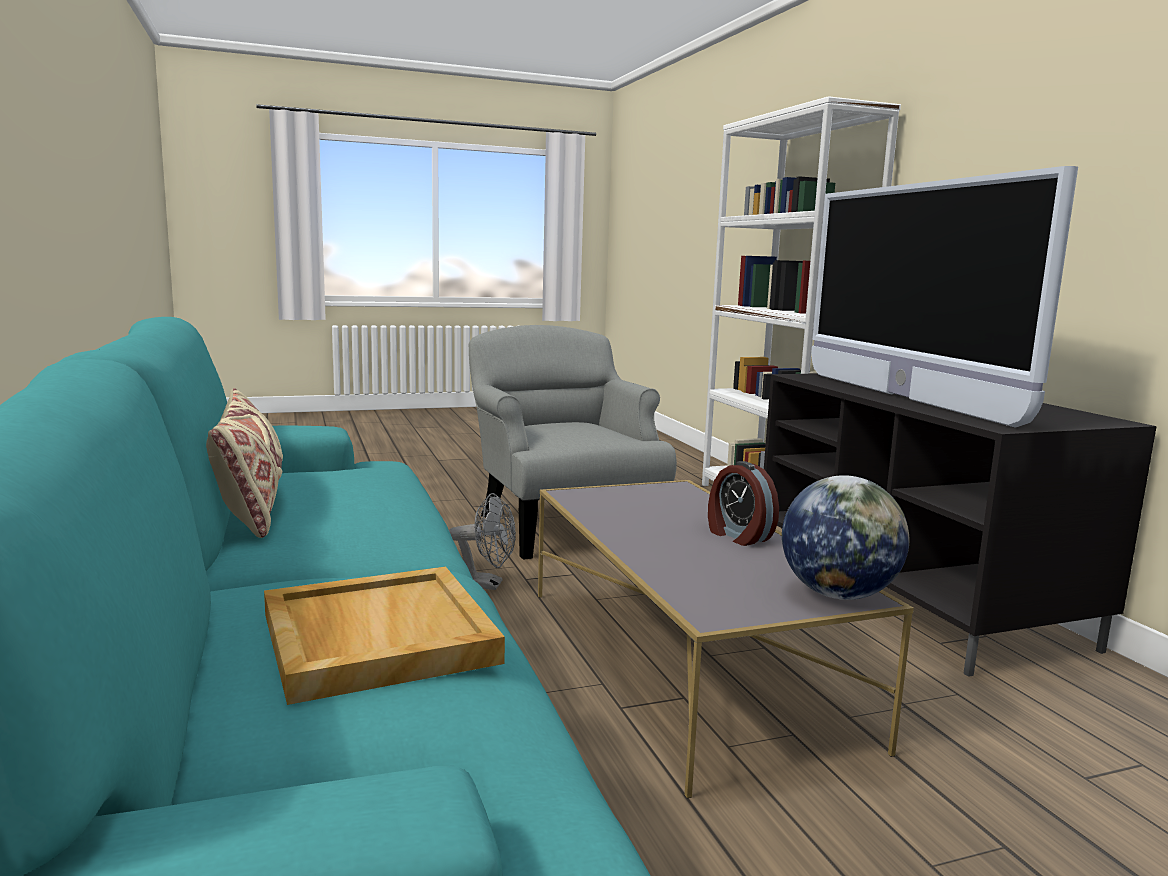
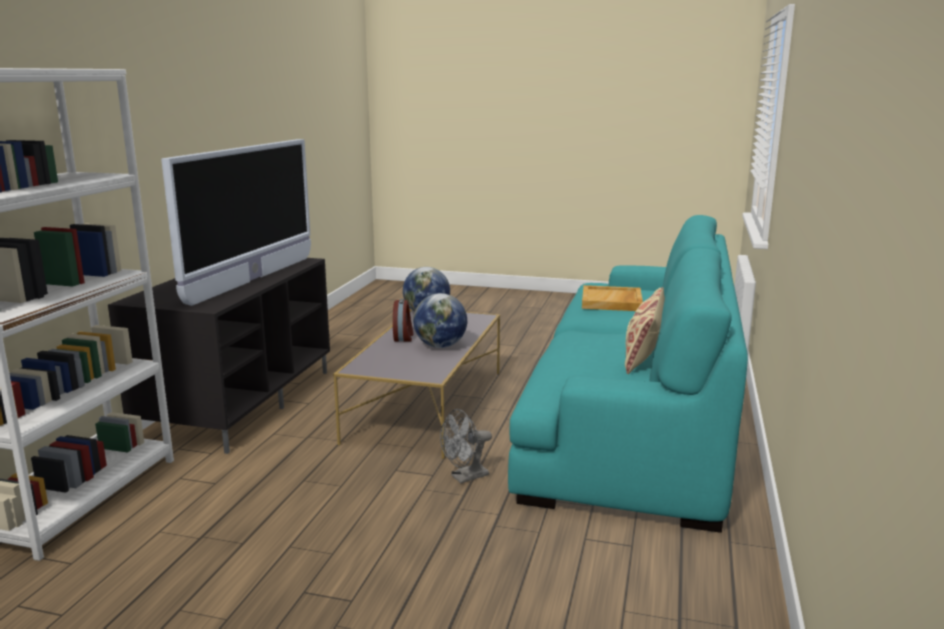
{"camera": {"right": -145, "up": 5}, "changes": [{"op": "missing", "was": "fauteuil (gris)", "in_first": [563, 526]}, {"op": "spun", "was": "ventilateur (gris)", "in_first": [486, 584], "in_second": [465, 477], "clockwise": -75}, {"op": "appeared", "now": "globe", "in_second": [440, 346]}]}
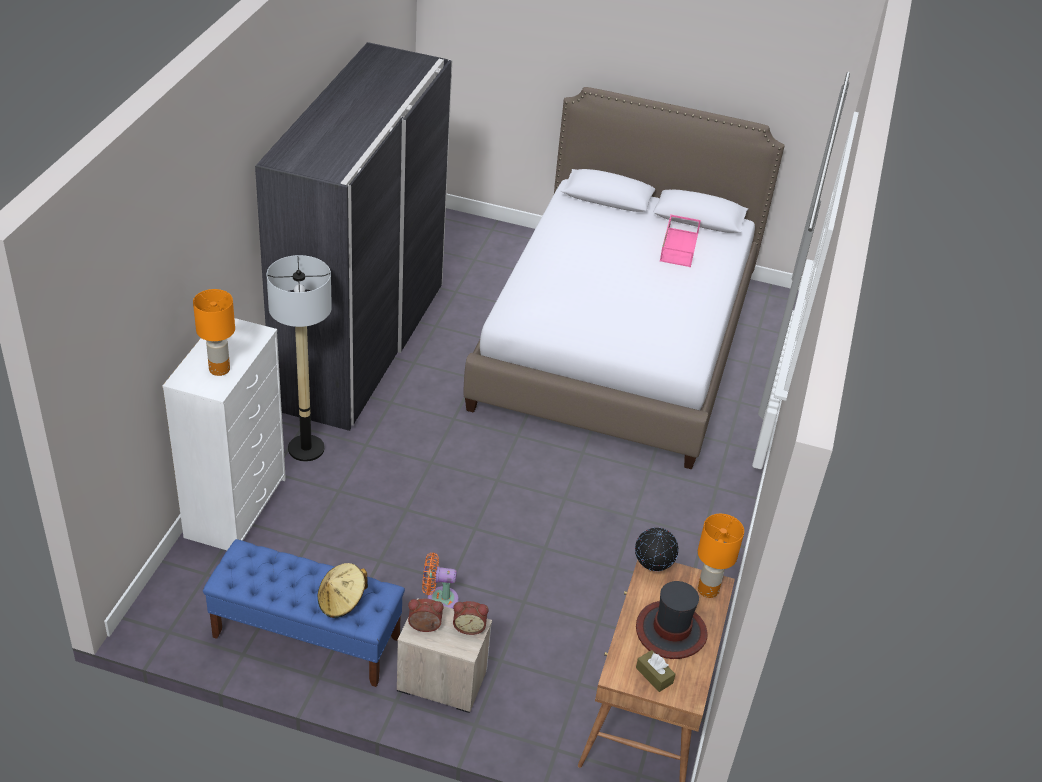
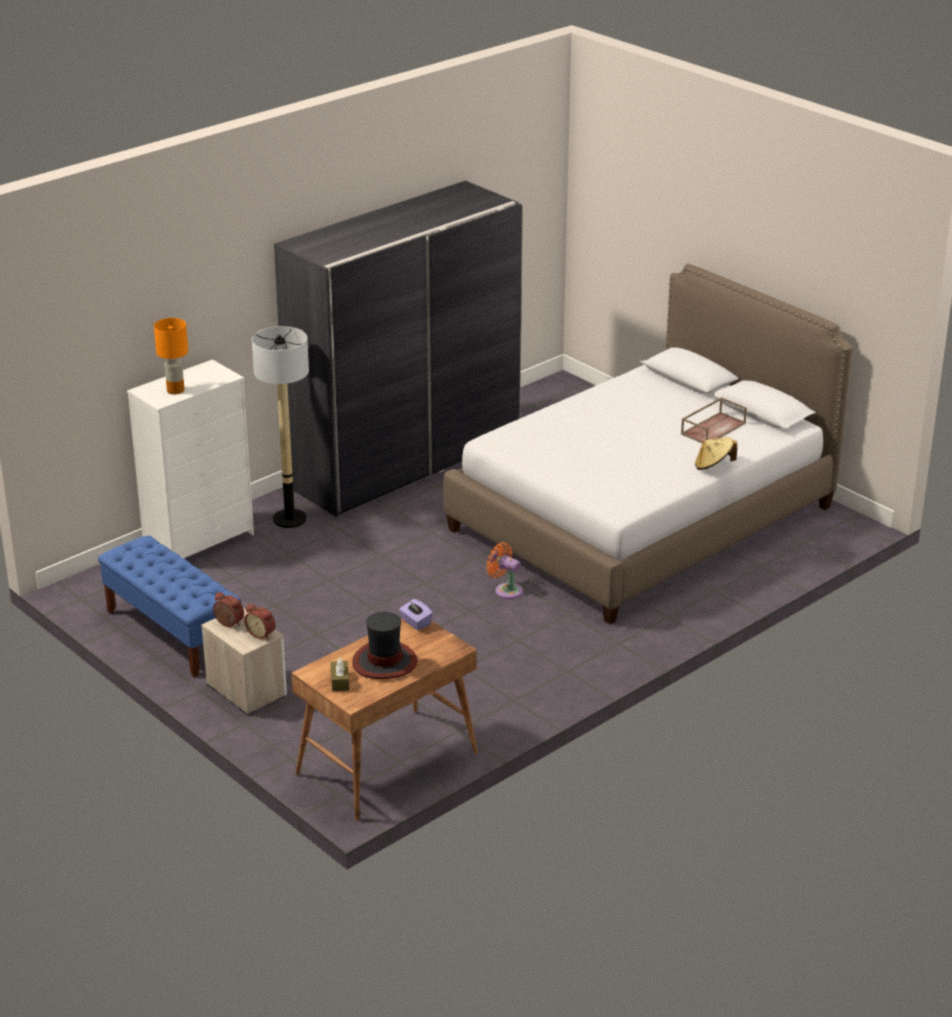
{"camera": {"right": 35, "up": -10}, "changes": [{"op": "colour", "was": "plateau (rose)", "now": "plateau (marron)", "in_first": [678, 247], "in_second": [713, 428]}, {"op": "missing", "was": "lampe de table (orange)", "in_first": [708, 590]}, {"op": "exchanged", "was": "globe", "now": "boîte à mouchoirs (violet)", "in_first": [652, 568], "in_second": [416, 622]}, {"op": "relocated", "was": "ventilateur (orange)", "in_first": [439, 599], "in_second": [506, 590]}, {"op": "relocated", "was": "chapeau (beige)", "in_first": [341, 601], "in_second": [713, 466]}]}
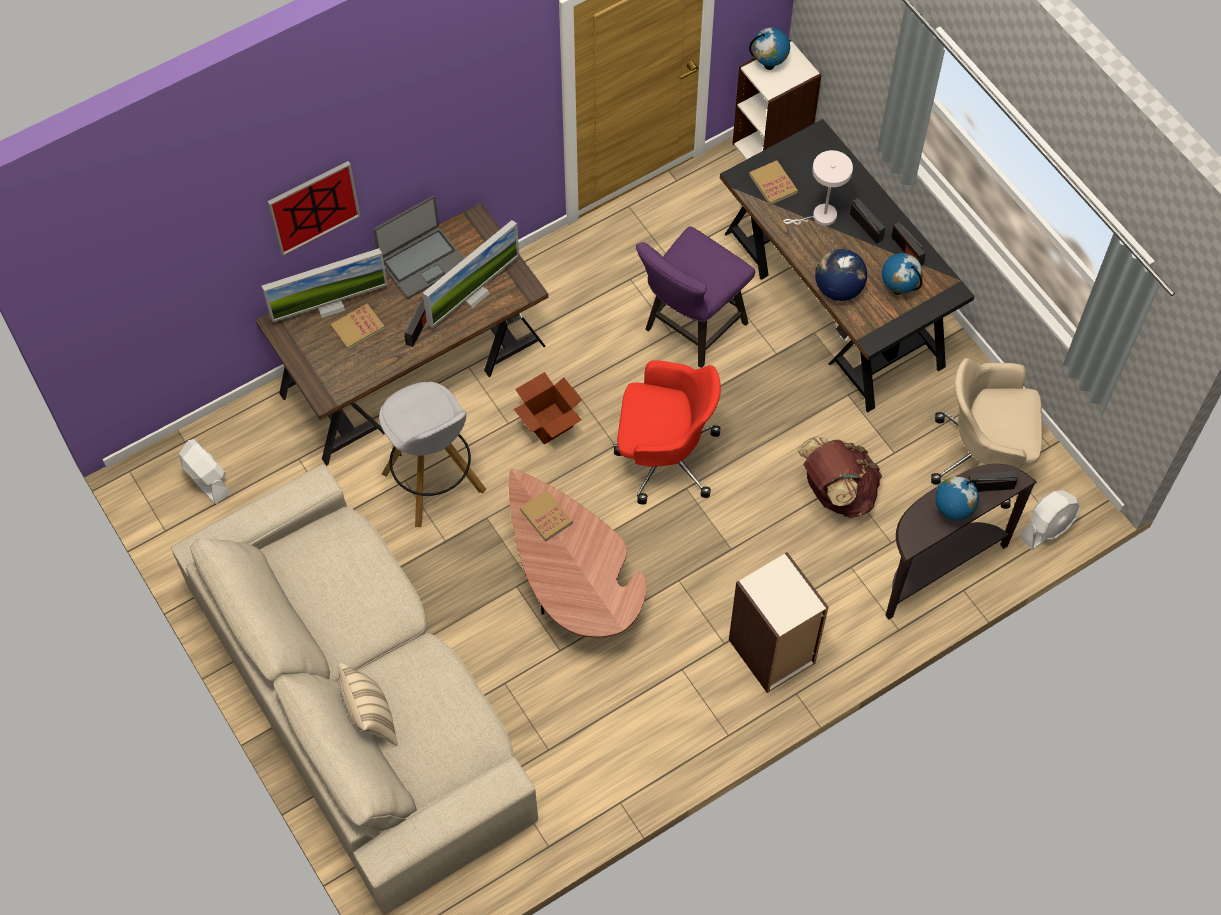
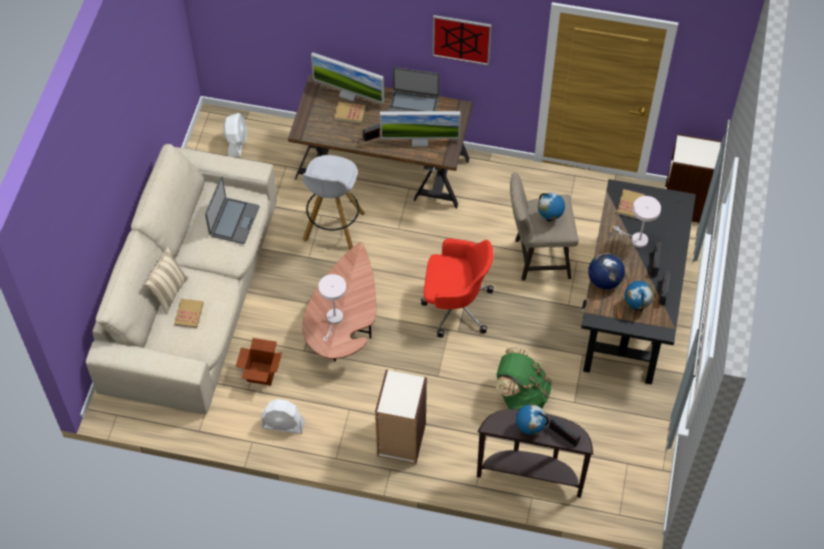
{"camera": {"right": 45, "up": -5}, "changes": [{"op": "relocated", "was": "globe", "in_first": [769, 65], "in_second": [549, 218]}, {"op": "relocated", "was": "tableau", "in_first": [313, 207], "in_second": [461, 39]}, {"op": "colour", "was": "tabouret (violet)", "now": "tabouret (beige)", "in_first": [690, 330], "in_second": [537, 258]}, {"op": "missing", "was": "chaise de bureau (beige)", "in_first": [983, 456]}, {"op": "spun", "was": "chaise de bureau (rouge)", "in_first": [664, 456], "in_second": [455, 306], "clockwise": -45}, {"op": "relocated", "was": "carton", "in_first": [549, 423], "in_second": [261, 373]}, {"op": "colour", "was": "sac à dos (marron)", "now": "sac à dos (vert)", "in_first": [836, 492], "in_second": [521, 395]}, {"op": "relocated", "was": "livre", "in_first": [546, 516], "in_second": [189, 314]}, {"op": "relocated", "was": "ventilateur (blanc)", "in_first": [1047, 527], "in_second": [283, 425]}, {"op": "appeared", "now": "ordinateur portable", "in_second": [234, 221]}, {"op": "appeared", "now": "lampe de table (blanc)", "in_second": [334, 320]}]}
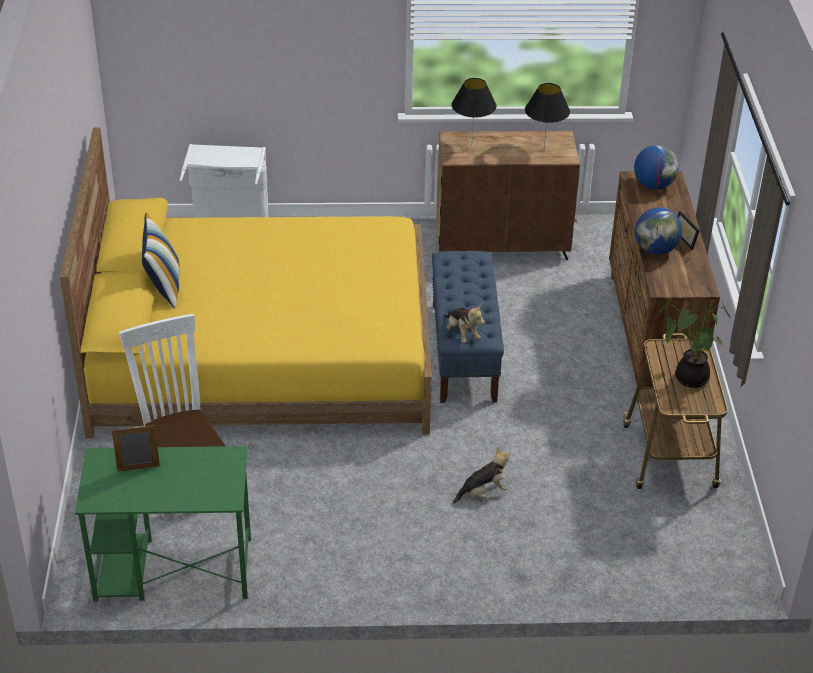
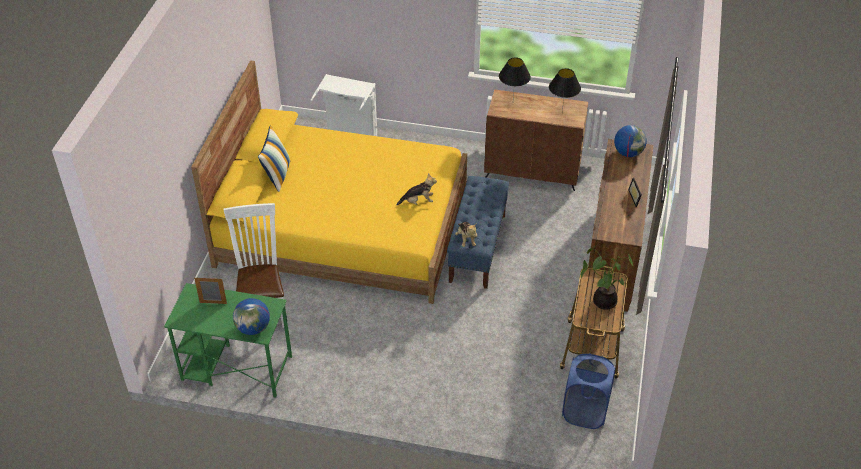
{"camera": {"right": 15, "up": 5}, "changes": [{"op": "relocated", "was": "globe", "in_first": [656, 249], "in_second": [253, 328]}, {"op": "relocated", "was": "peluche", "in_first": [483, 492], "in_second": [418, 201]}, {"op": "appeared", "now": "panier à linge (bleu)", "in_second": [585, 412]}]}
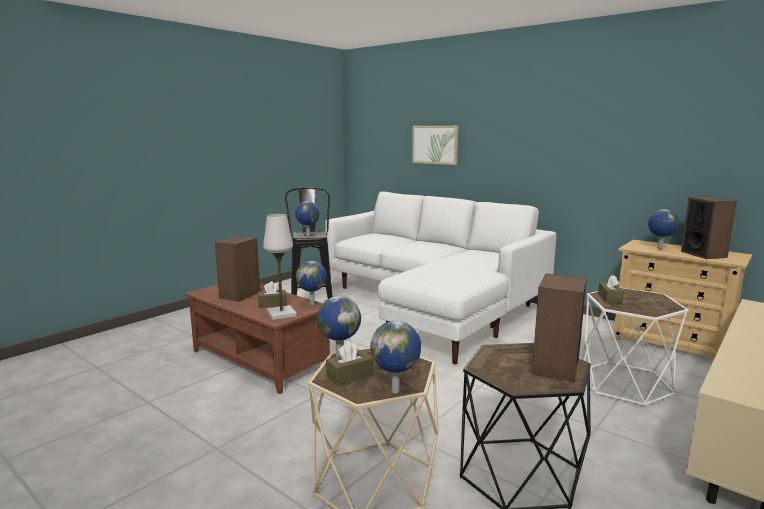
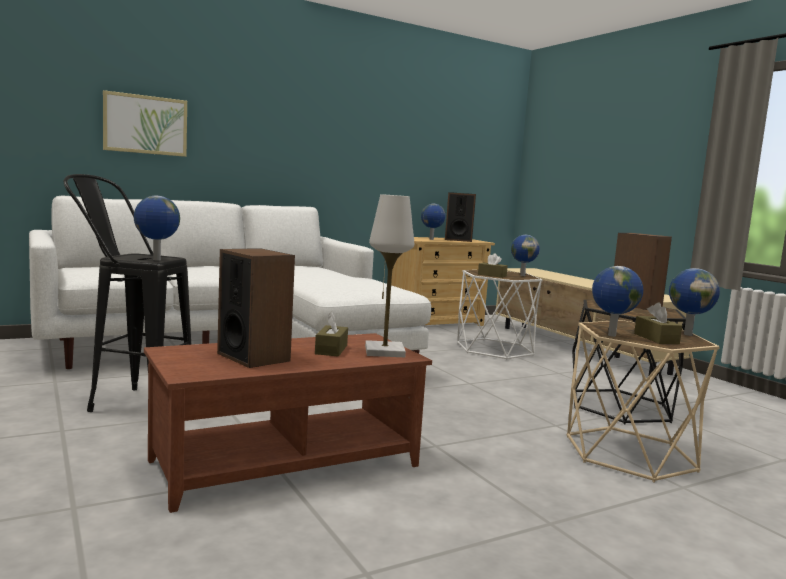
{"camera": {"right": -70, "up": -5}, "changes": [{"op": "relocated", "was": "globe", "in_first": [312, 304], "in_second": [522, 275]}]}
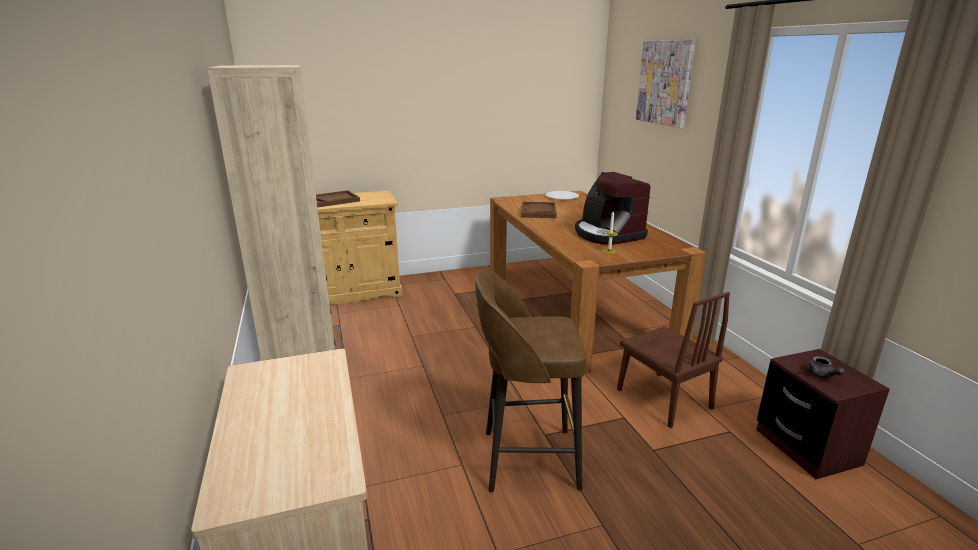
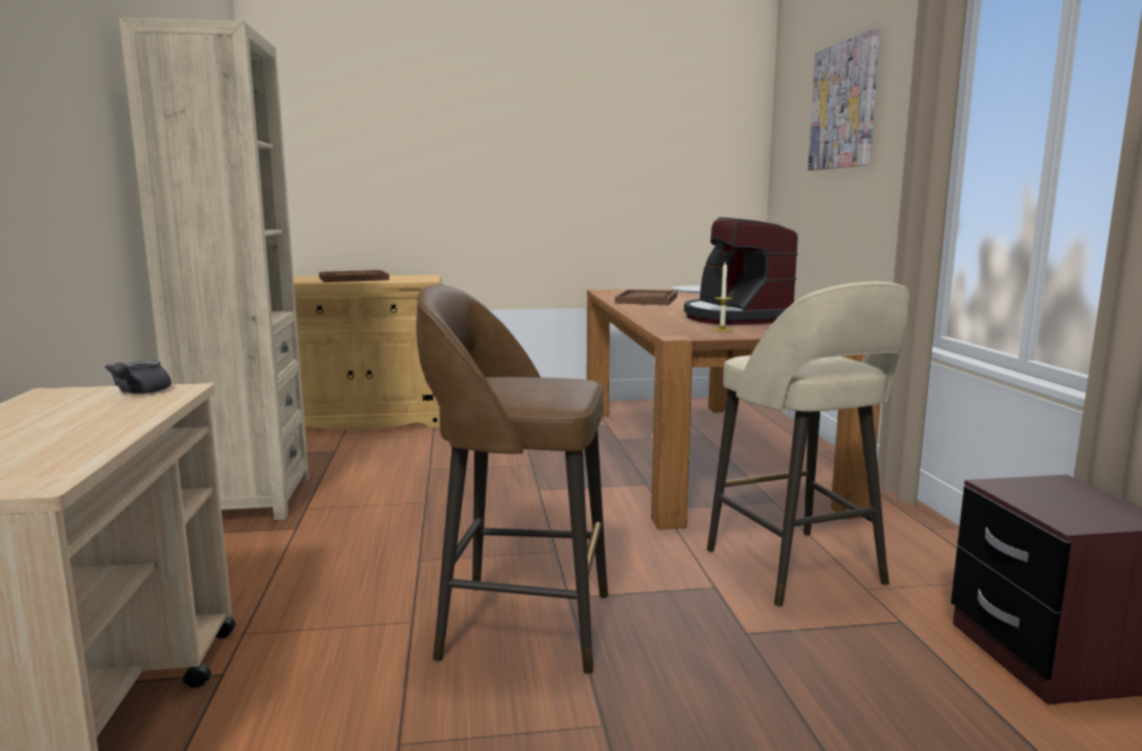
{"camera": {"right": 10, "up": -10}, "changes": [{"op": "exchanged", "was": "chaise (marron)", "now": "tabouret (beige)", "in_first": [663, 398], "in_second": [797, 569]}, {"op": "relocated", "was": "théière (gris)", "in_first": [821, 375], "in_second": [140, 392]}]}
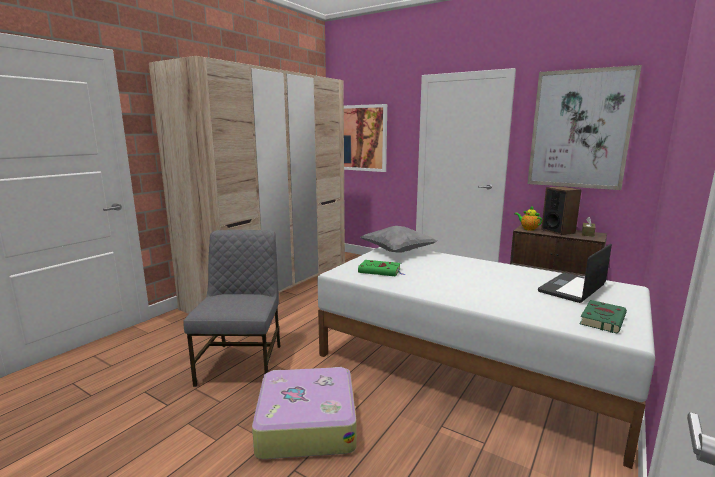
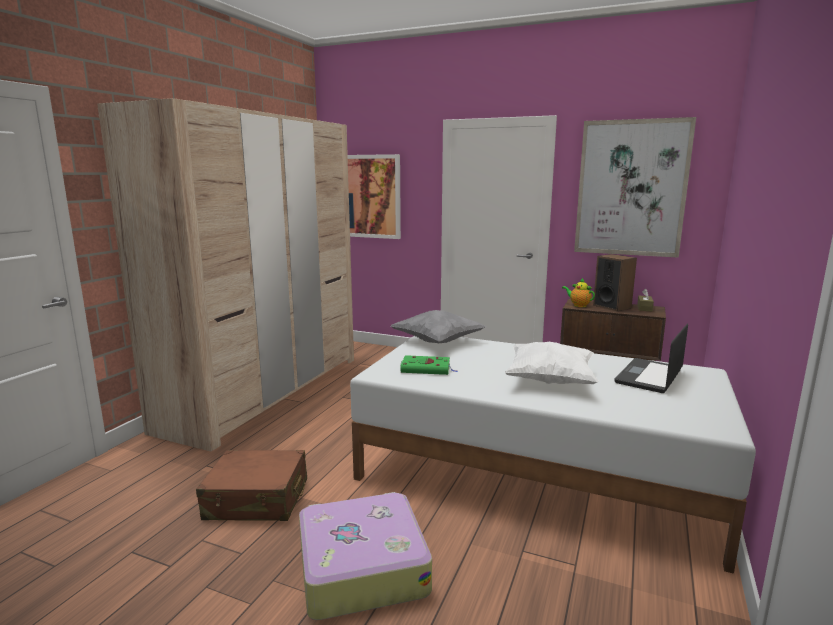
{"camera": {"right": -10, "up": 0}, "changes": [{"op": "exchanged", "was": "chaise (gris)", "now": "valise (marron)", "in_first": [243, 363], "in_second": [257, 500]}, {"op": "missing", "was": "livre (vert)", "in_first": [602, 319]}, {"op": "appeared", "now": "coussin (blanc)", "in_second": [550, 381]}]}
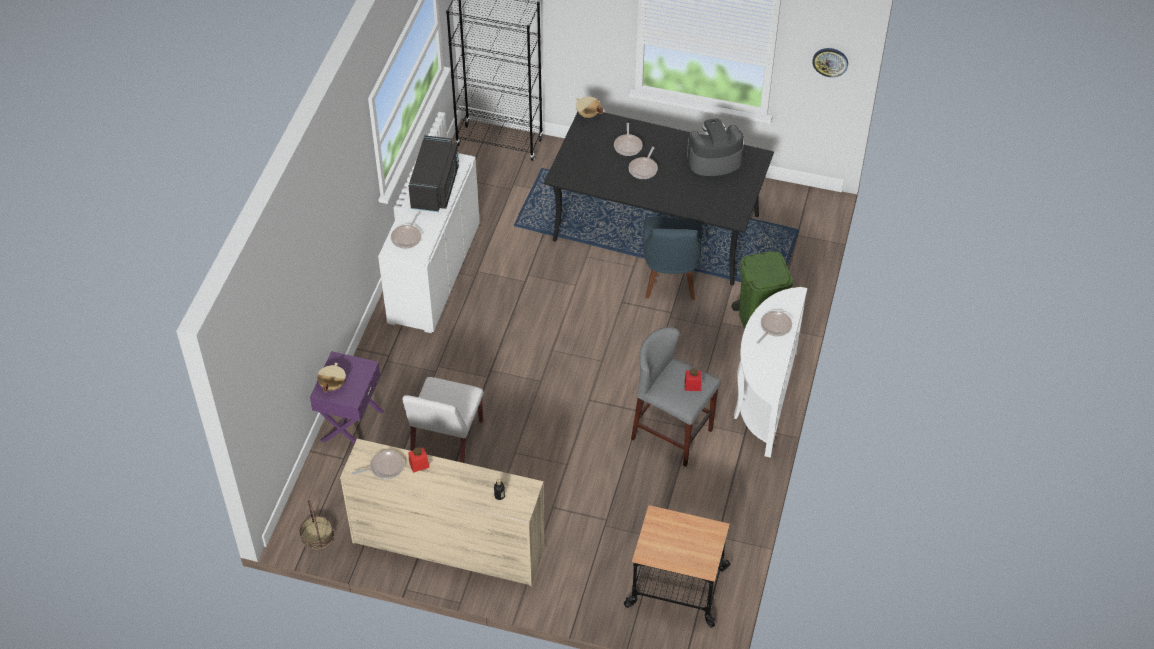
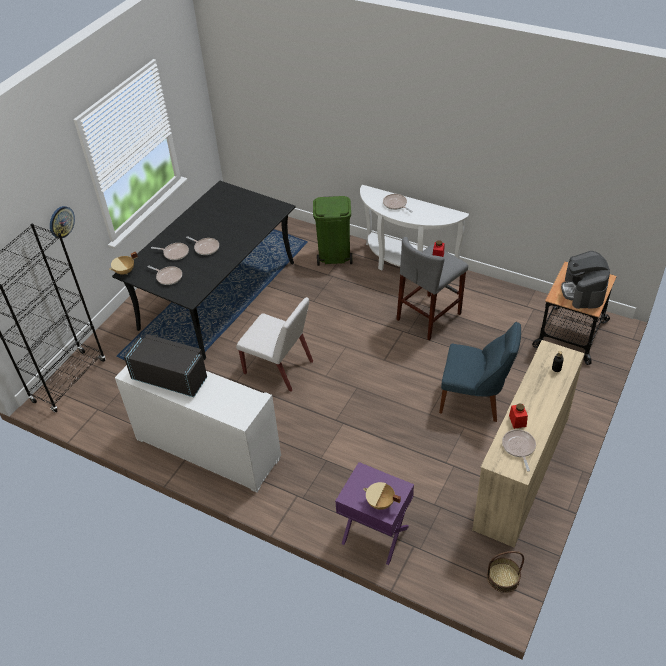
{"camera": {"right": -75, "up": -5}, "changes": [{"op": "relocated", "was": "horloge murale", "in_first": [830, 61], "in_second": [61, 222]}, {"op": "relocated", "was": "machine à café", "in_first": [714, 160], "in_second": [583, 292]}, {"op": "relocated", "was": "poêle", "in_first": [407, 237], "in_second": [168, 277]}, {"op": "relocated", "was": "chaise (bleu)", "in_first": [670, 278], "in_second": [474, 400]}, {"op": "relocated", "was": "chaise (blanc)", "in_first": [446, 442], "in_second": [279, 368]}]}
